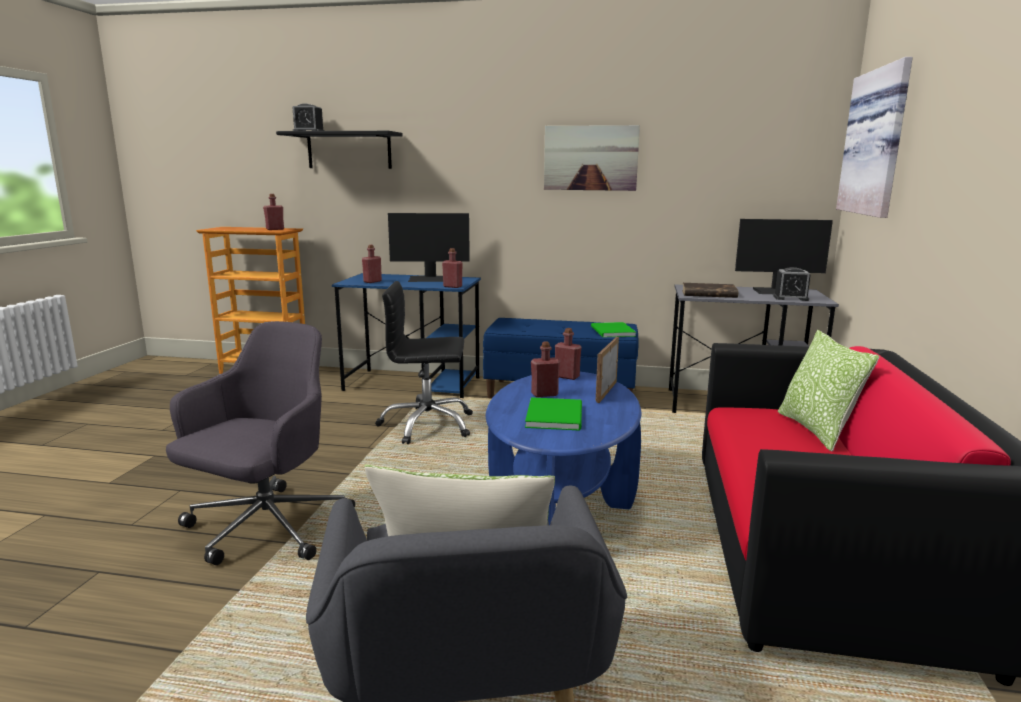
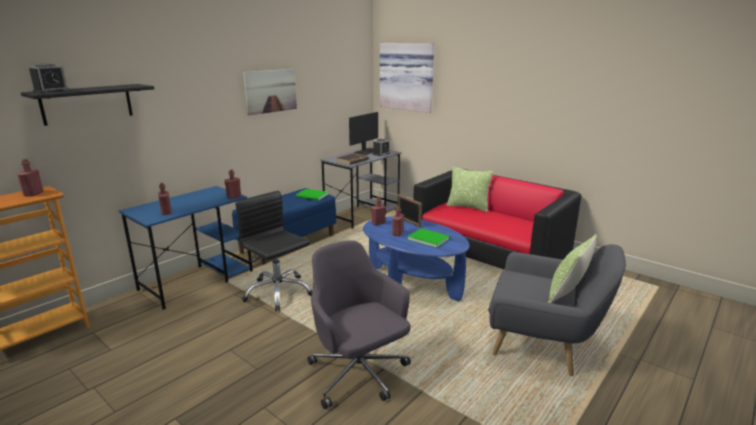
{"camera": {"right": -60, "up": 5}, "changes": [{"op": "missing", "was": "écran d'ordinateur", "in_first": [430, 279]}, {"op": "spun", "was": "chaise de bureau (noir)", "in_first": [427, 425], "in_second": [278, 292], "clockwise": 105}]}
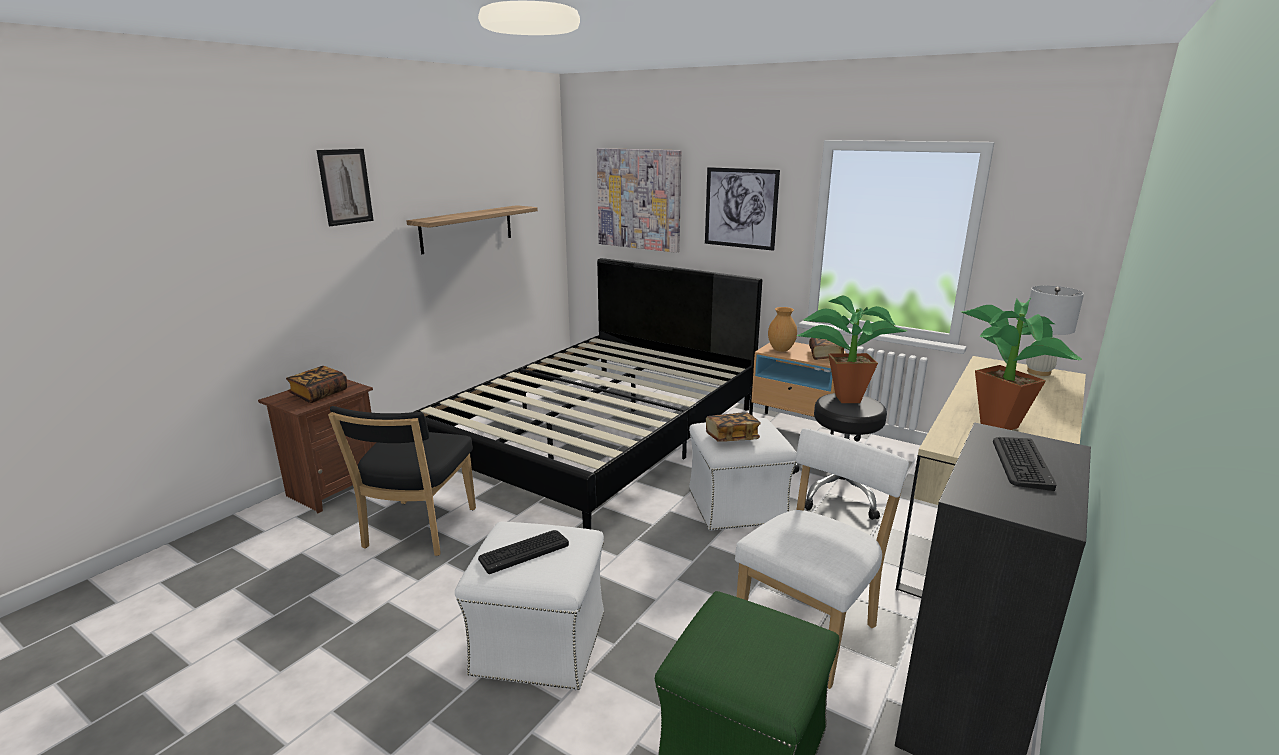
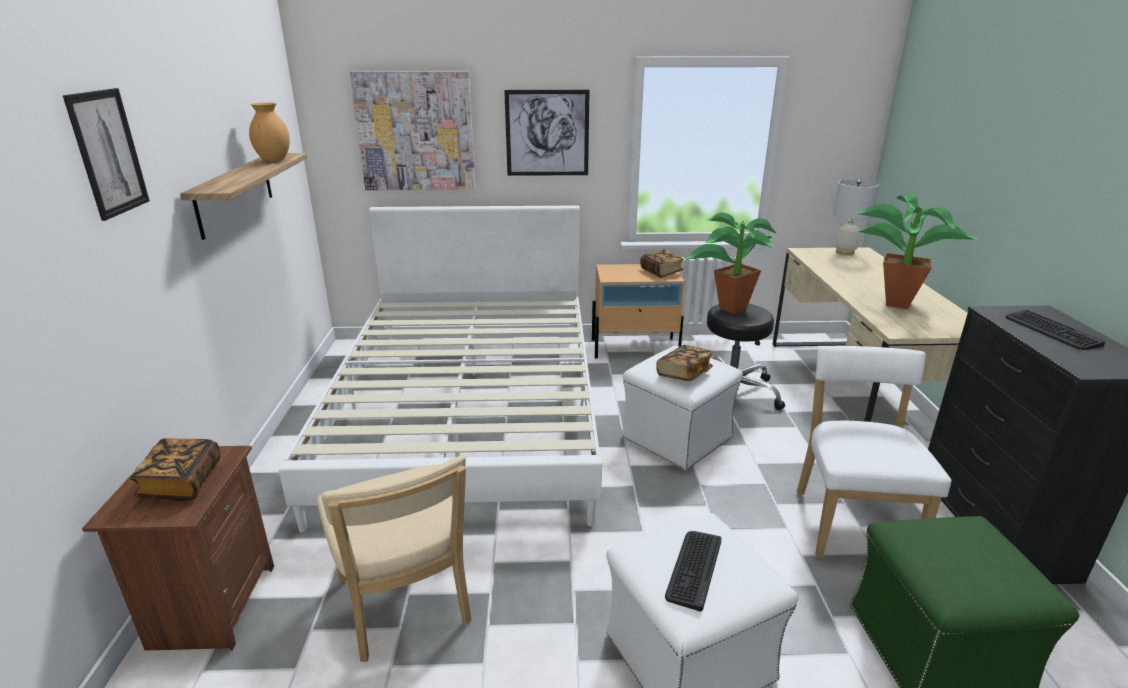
{"camera": {"right": -35, "up": 5}, "changes": [{"op": "colour", "was": "lit (noir)", "now": "lit (blanc)", "in_first": [599, 435], "in_second": [470, 412]}, {"op": "relocated", "was": "vase (marron)", "in_first": [781, 350], "in_second": [274, 160]}, {"op": "colour", "was": "chaise (noir)", "now": "chaise (beige)", "in_first": [417, 531], "in_second": [405, 606]}]}
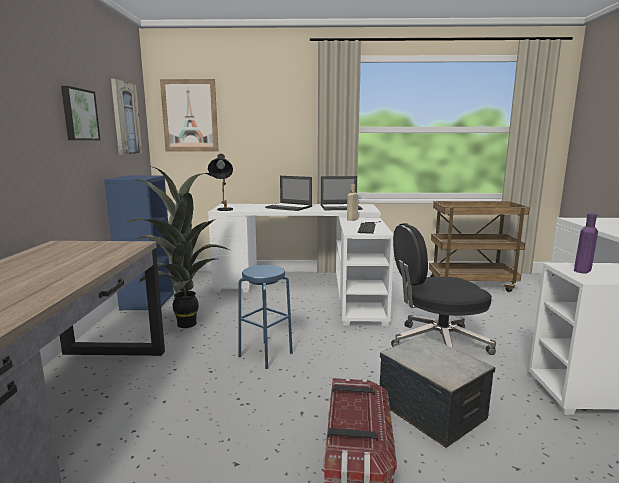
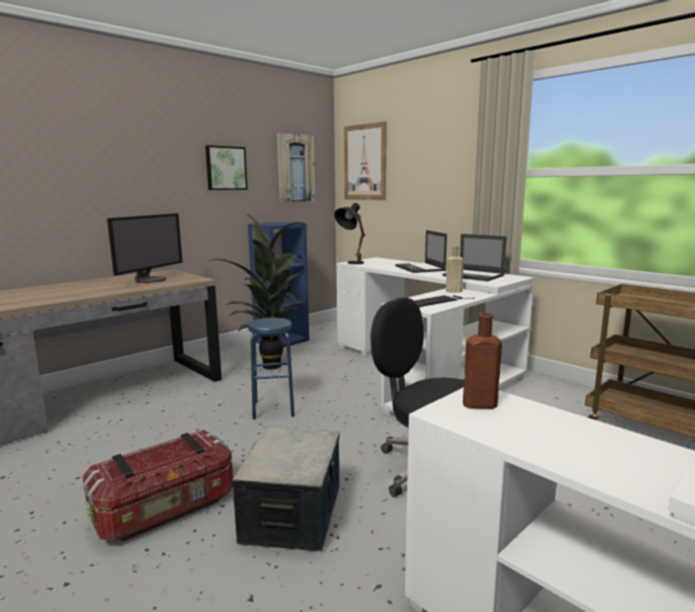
{"camera": {"right": 45, "up": 0}, "changes": [{"op": "colour", "was": "bouteille (violet)", "now": "bouteille (marron)", "in_first": [582, 271], "in_second": [477, 405]}, {"op": "appeared", "now": "écran d'ordinateur", "in_second": [150, 280]}]}
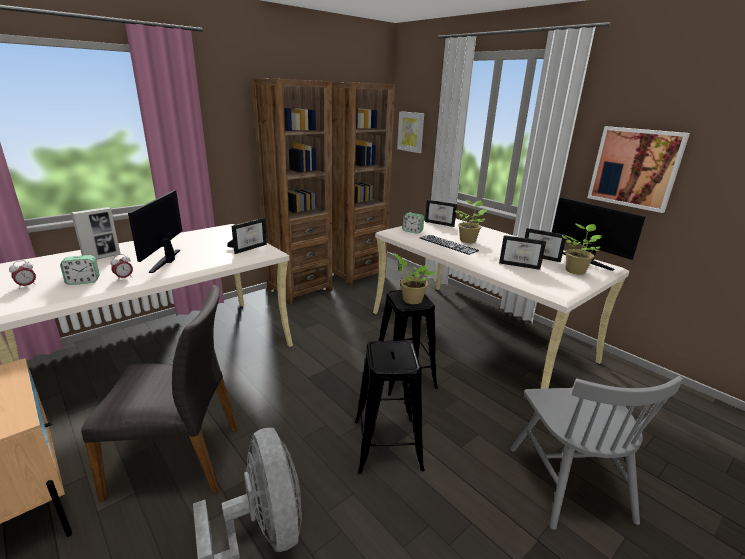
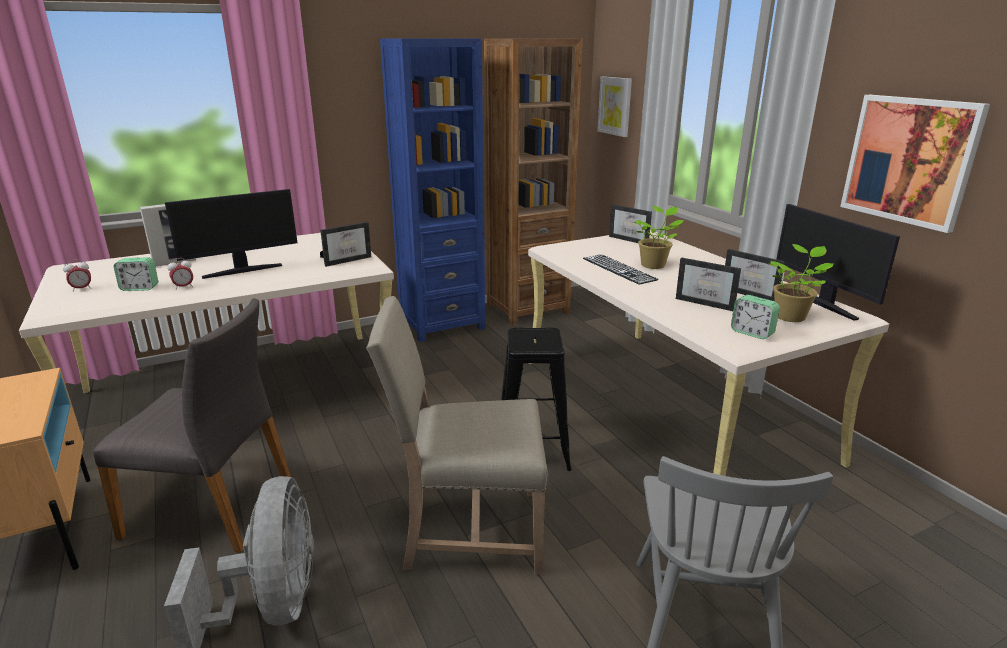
{"camera": {"right": 15, "up": 0}, "changes": [{"op": "colour", "was": "bibliothèque (marron)", "now": "bibliothèque (bleu)", "in_first": [299, 289], "in_second": [442, 324]}, {"op": "spun", "was": "écran d'ordinateur", "in_first": [167, 261], "in_second": [242, 270], "clockwise": -135}, {"op": "relocated", "was": "réveil", "in_first": [412, 231], "in_second": [752, 333]}, {"op": "missing", "was": "plante en pot", "in_first": [410, 300]}, {"op": "exchanged", "was": "tabouret (noir)", "now": "chaise (beige)", "in_first": [387, 444], "in_second": [467, 531]}]}
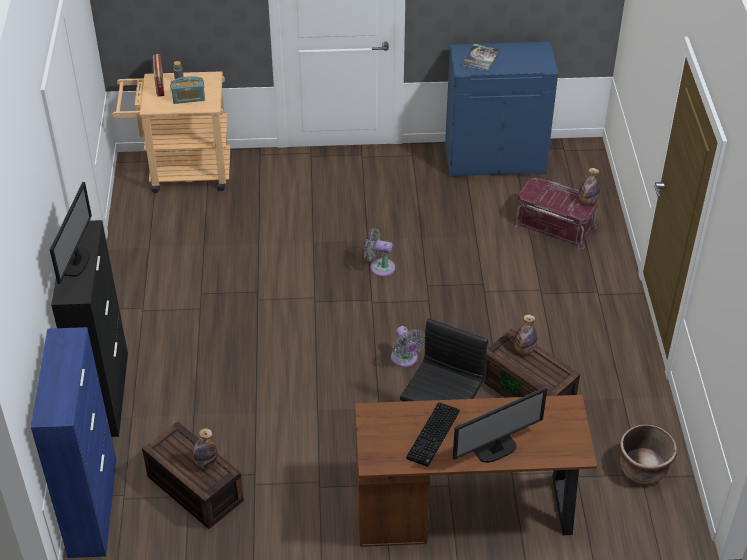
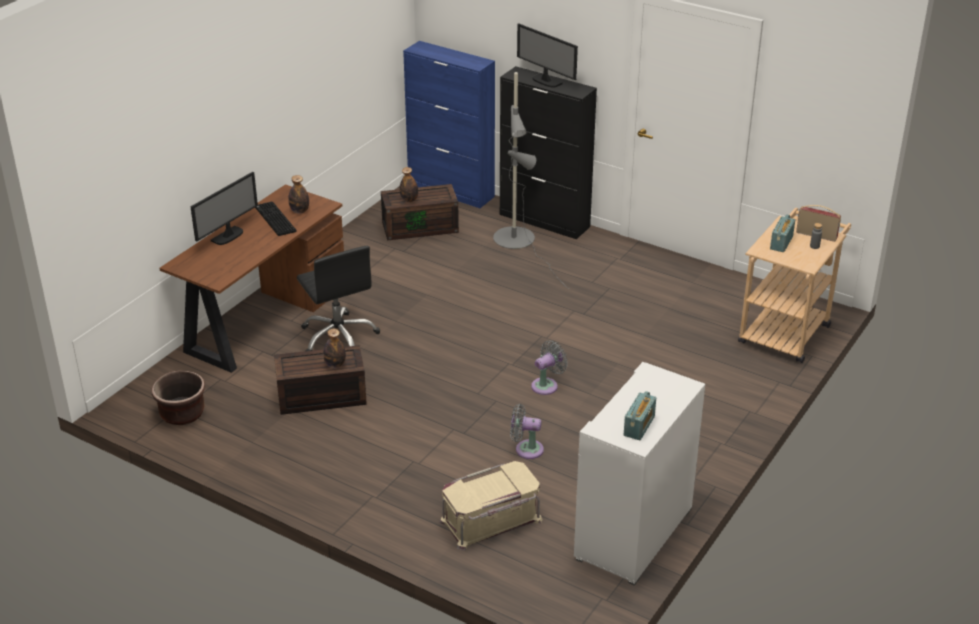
{"camera": {"right": 125, "up": -10}, "changes": [{"op": "colour", "was": "meuble de rangement (bleu)", "now": "meuble de rangement (blanc)", "in_first": [495, 159], "in_second": [634, 534]}, {"op": "missing", "was": "livre", "in_first": [480, 58]}, {"op": "relocated", "was": "bouteille", "in_first": [587, 201], "in_second": [299, 211]}, {"op": "colour", "was": "boîte de rangement (rouge)", "now": "boîte de rangement (beige)", "in_first": [555, 224], "in_second": [491, 521]}, {"op": "relocated", "was": "ventilateur (gris)", "in_first": [405, 359], "in_second": [526, 449]}, {"op": "spun", "was": "écran d'ordinateur", "in_first": [496, 450], "in_second": [228, 236], "clockwise": -150}, {"op": "appeared", "now": "lampadaire (gris)", "in_second": [519, 242]}, {"op": "appeared", "now": "radio", "in_second": [639, 426]}]}
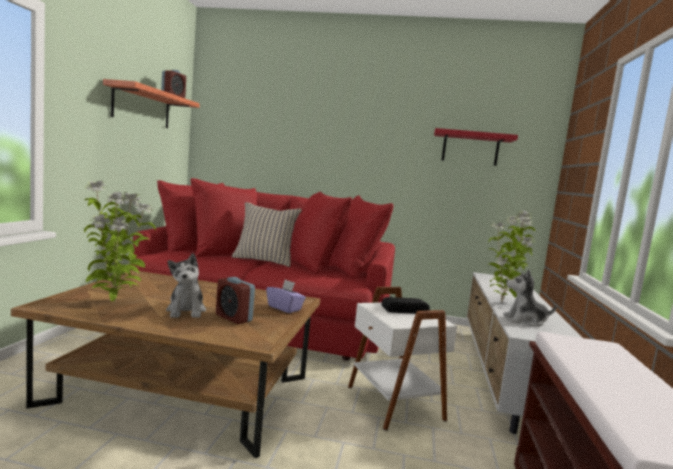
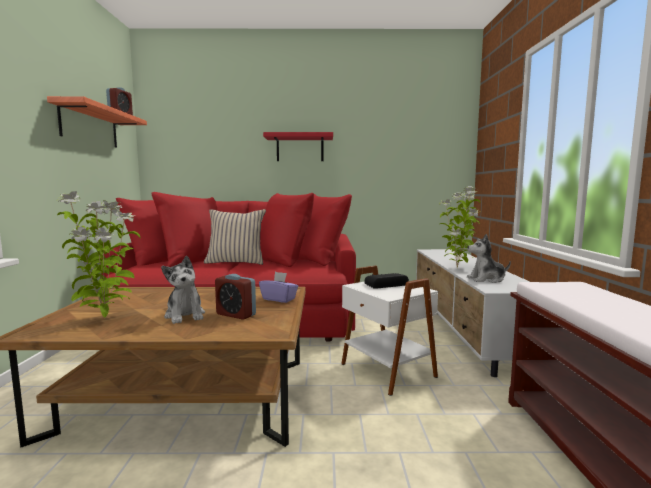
{"camera": {"right": -10, "up": 0}, "changes": [{"op": "relocated", "was": "étagère (rouge)", "in_first": [470, 148], "in_second": [300, 148]}]}
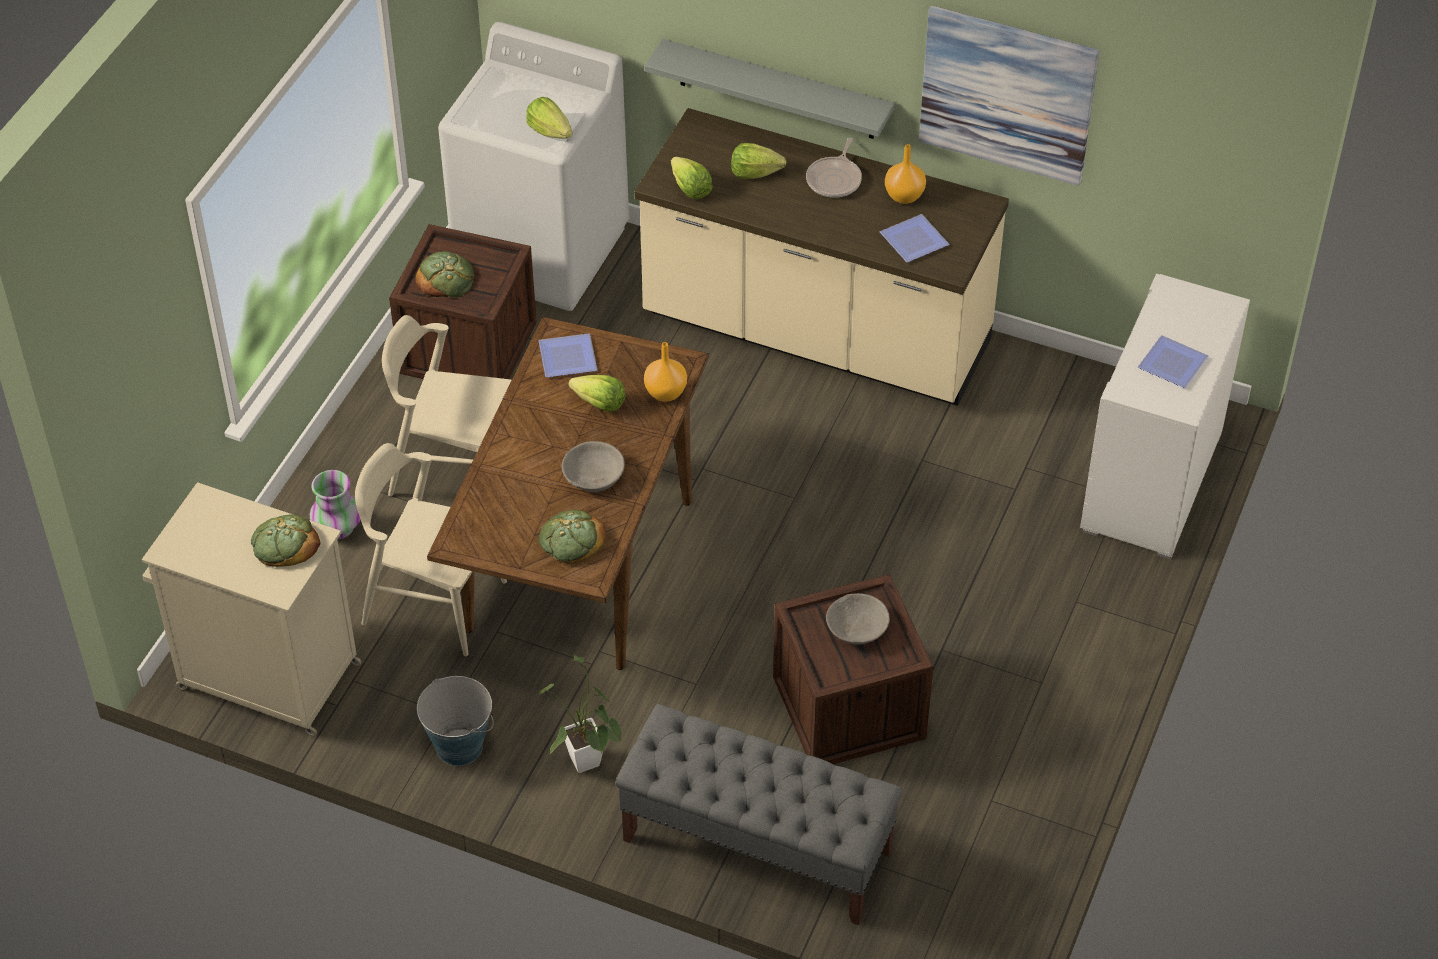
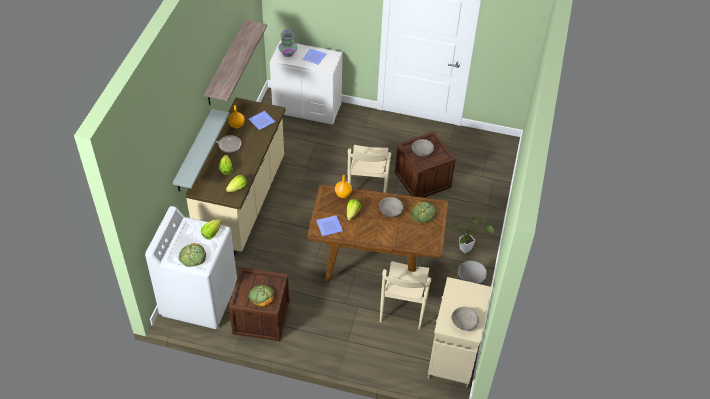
{"camera": {"right": -100, "up": 0}, "changes": [{"op": "exchanged", "was": "tableau", "now": "étagère", "in_first": [1007, 94], "in_second": [226, 63]}, {"op": "relocated", "was": "chaise (beige)", "in_first": [455, 470], "in_second": [367, 186]}, {"op": "relocated", "was": "vase", "in_first": [338, 527], "in_second": [288, 53]}, {"op": "relocated", "was": "pain", "in_first": [284, 544], "in_second": [193, 257]}, {"op": "missing", "was": "banc (gris)", "in_first": [756, 846]}, {"op": "appeared", "now": "bol (gris)", "in_second": [464, 322]}]}
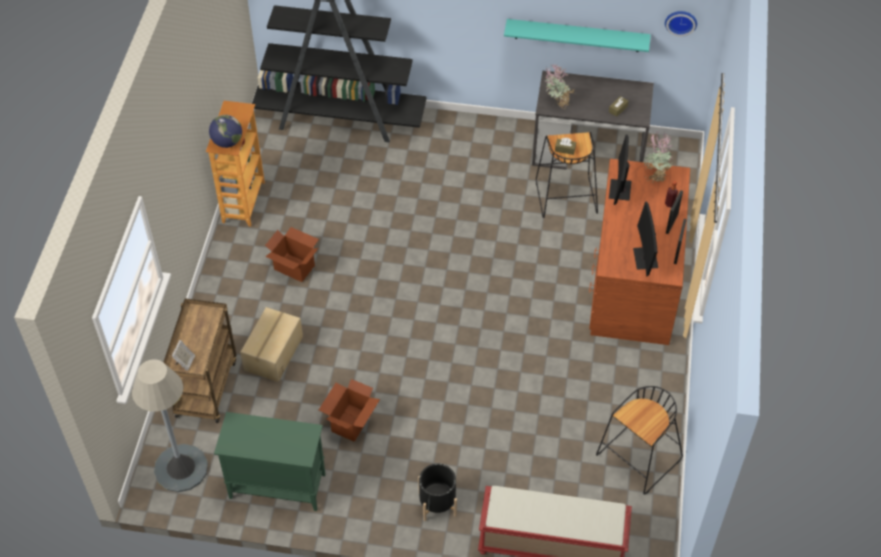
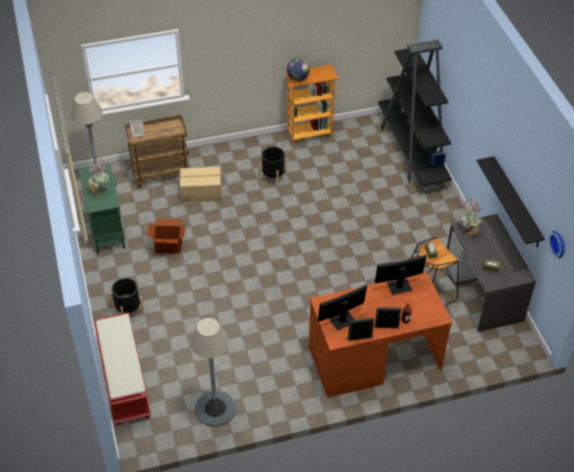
{"camera": {"right": 65, "up": -5}, "changes": [{"op": "colour", "was": "étagère (turquoise)", "now": "étagère (noir)", "in_first": [577, 35], "in_second": [517, 203]}, {"op": "relocated", "was": "plante en pot", "in_first": [655, 175], "in_second": [100, 191]}, {"op": "exchanged", "was": "carton", "now": "cache-pot (noir)", "in_first": [294, 267], "in_second": [273, 177]}, {"op": "exchanged", "was": "tabouret (noir)", "now": "lampadaire (gris)", "in_first": [638, 459], "in_second": [215, 409]}]}
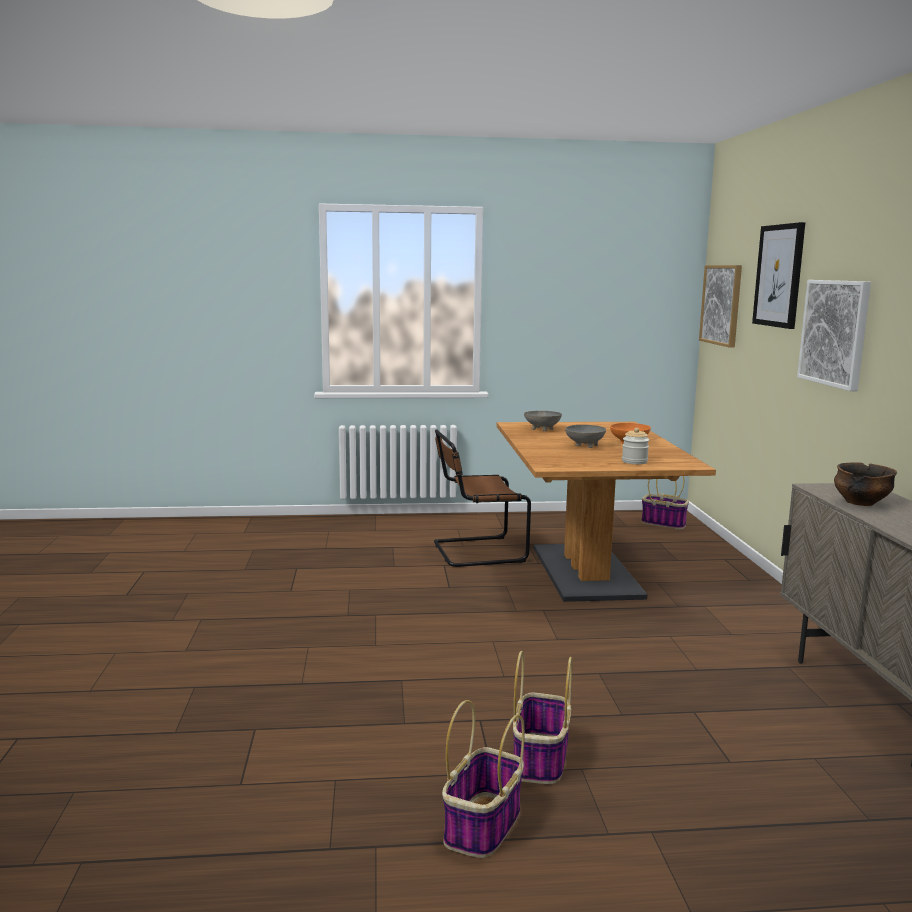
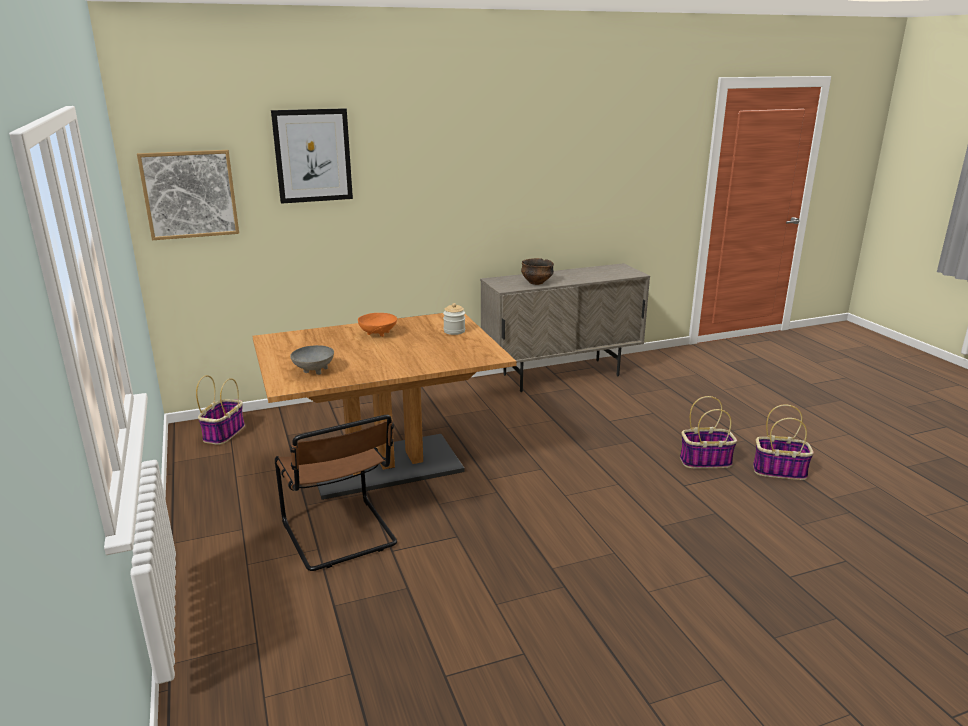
{"camera": {"right": -105, "up": 10}, "changes": [{"op": "missing", "was": "tableau", "in_first": [834, 332]}, {"op": "missing", "was": "bol (gris)", "in_first": [584, 445]}]}
